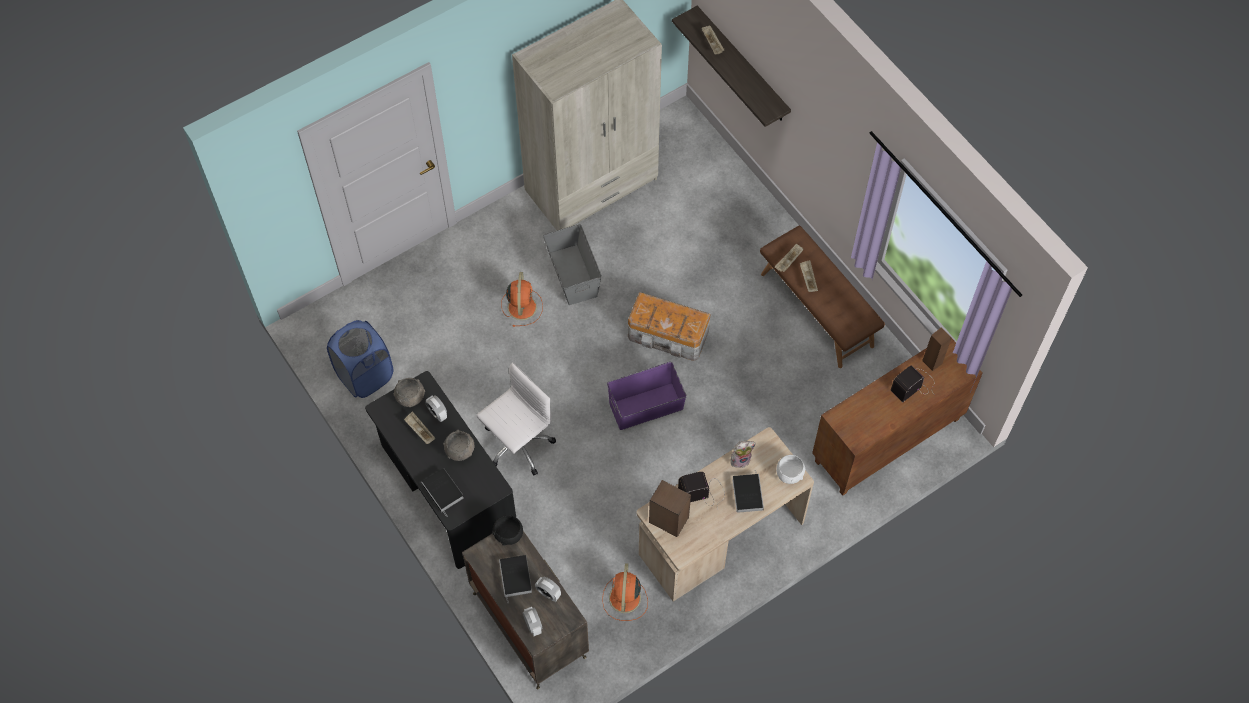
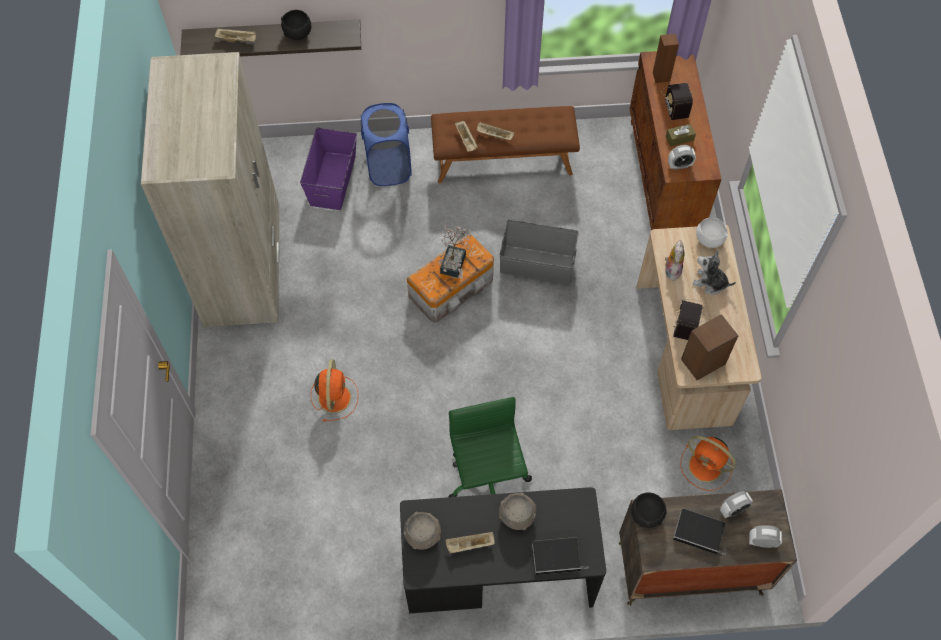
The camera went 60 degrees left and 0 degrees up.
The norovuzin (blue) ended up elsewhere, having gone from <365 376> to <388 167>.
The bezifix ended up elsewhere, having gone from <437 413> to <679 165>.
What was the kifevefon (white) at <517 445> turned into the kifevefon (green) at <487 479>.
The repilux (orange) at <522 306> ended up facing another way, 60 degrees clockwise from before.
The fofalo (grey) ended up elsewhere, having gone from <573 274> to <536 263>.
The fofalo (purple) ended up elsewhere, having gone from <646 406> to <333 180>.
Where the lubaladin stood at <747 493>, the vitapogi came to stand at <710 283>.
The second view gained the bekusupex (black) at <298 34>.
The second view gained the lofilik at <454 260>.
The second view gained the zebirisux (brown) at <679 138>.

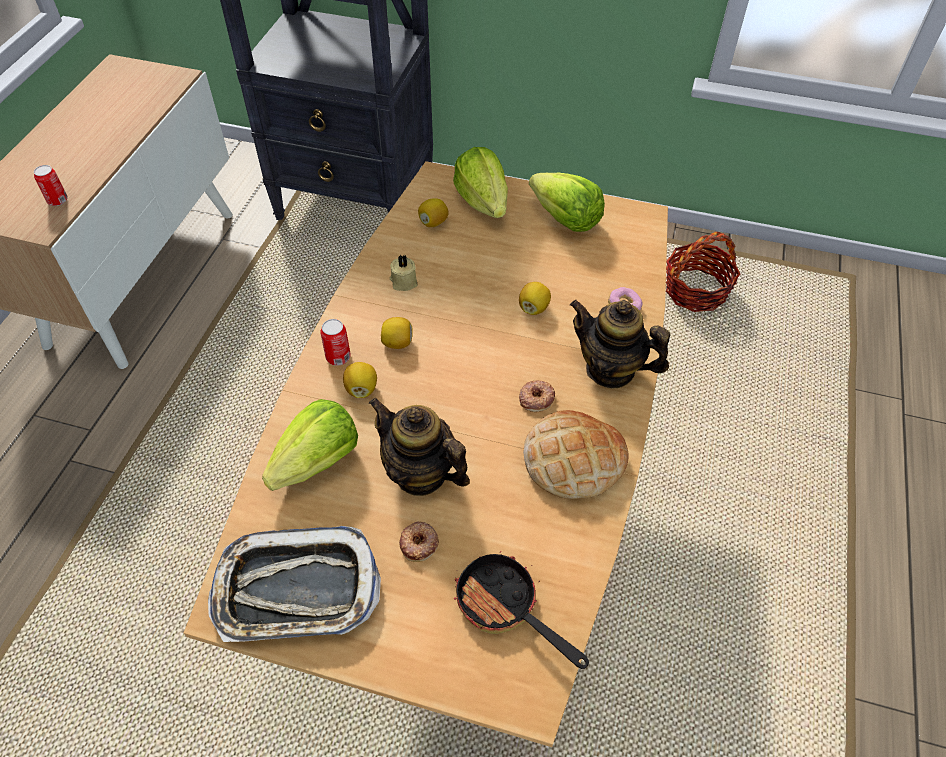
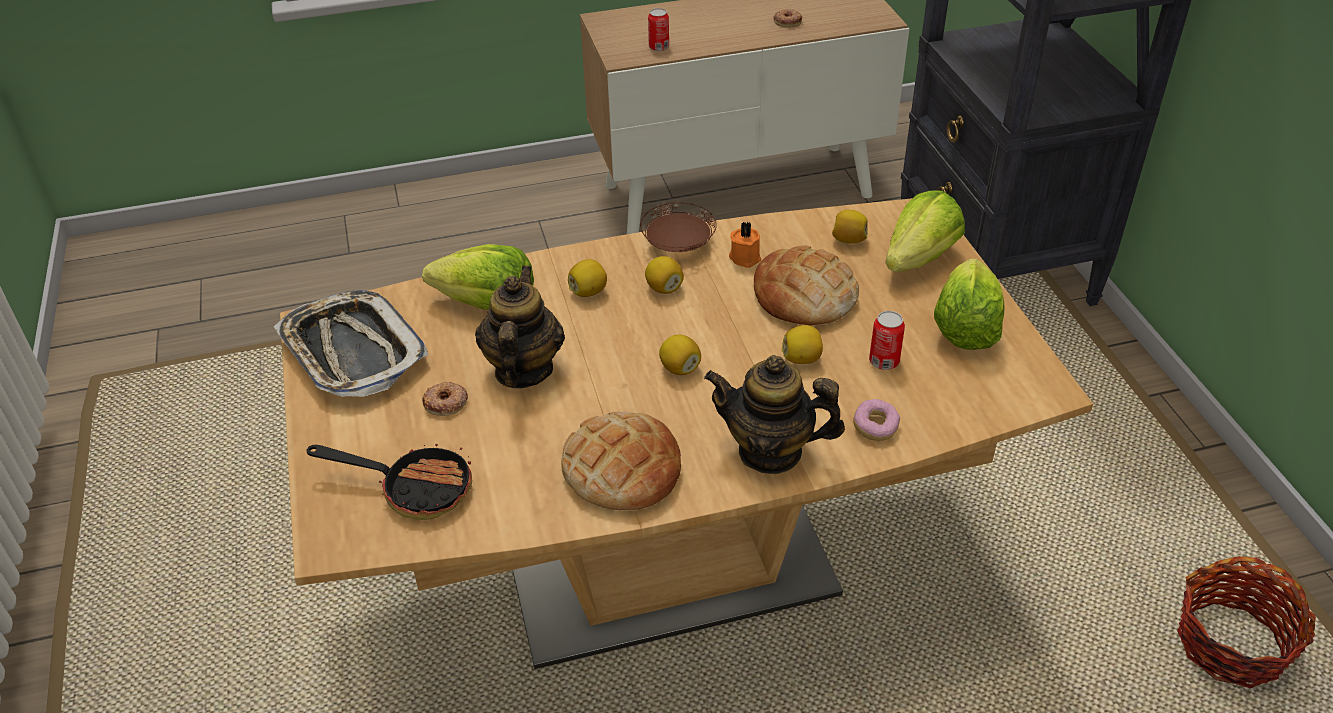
The camera went 60 degrees right and 10 degrees down.
The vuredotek ended up elsewhere, having gone from <338 357> to <884 361>.
What was the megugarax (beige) at <403 282> turned into the megugarax (orange) at <745 257>.
The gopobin at <505 607> ended up facing another way, 90 degrees clockwise from before.
The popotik ended up elsewhere, having gone from <536 398> to <787 21>.
The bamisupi at <610 369> ended up facing another way, 75 degrees counterclockwise from before.
The second view gained the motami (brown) at <678 245>.
The second view gained the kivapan at <679 368>.
The second view gained the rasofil at <804 295>.

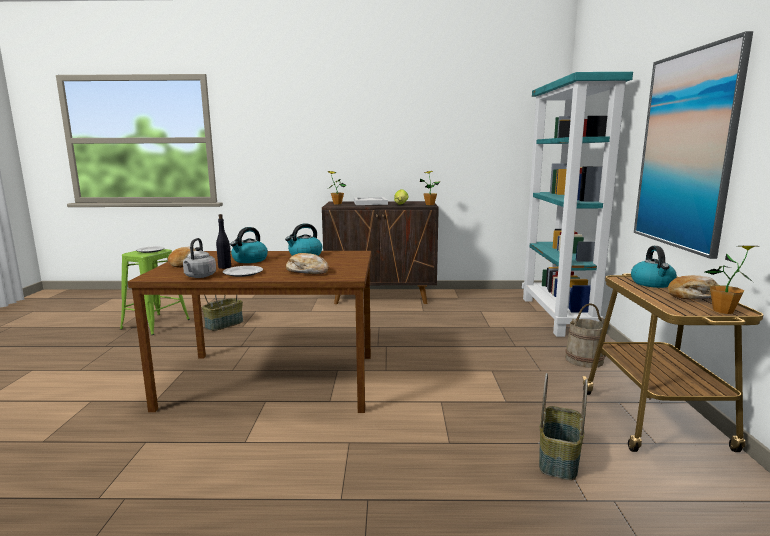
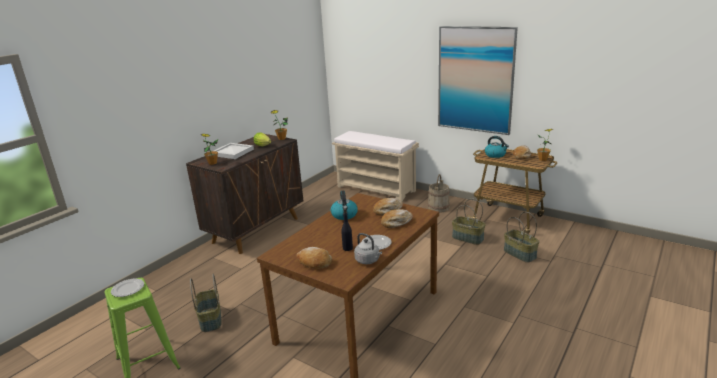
The camera went 55 degrees left and 10 degrees up.
The second view lost the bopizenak at <249 260>.
Where the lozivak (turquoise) stood at <558 316>, the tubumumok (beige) came to stand at <377 189>.
The second view gained the rasofil at <387 210>.
The second view gained the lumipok at <467 238>.

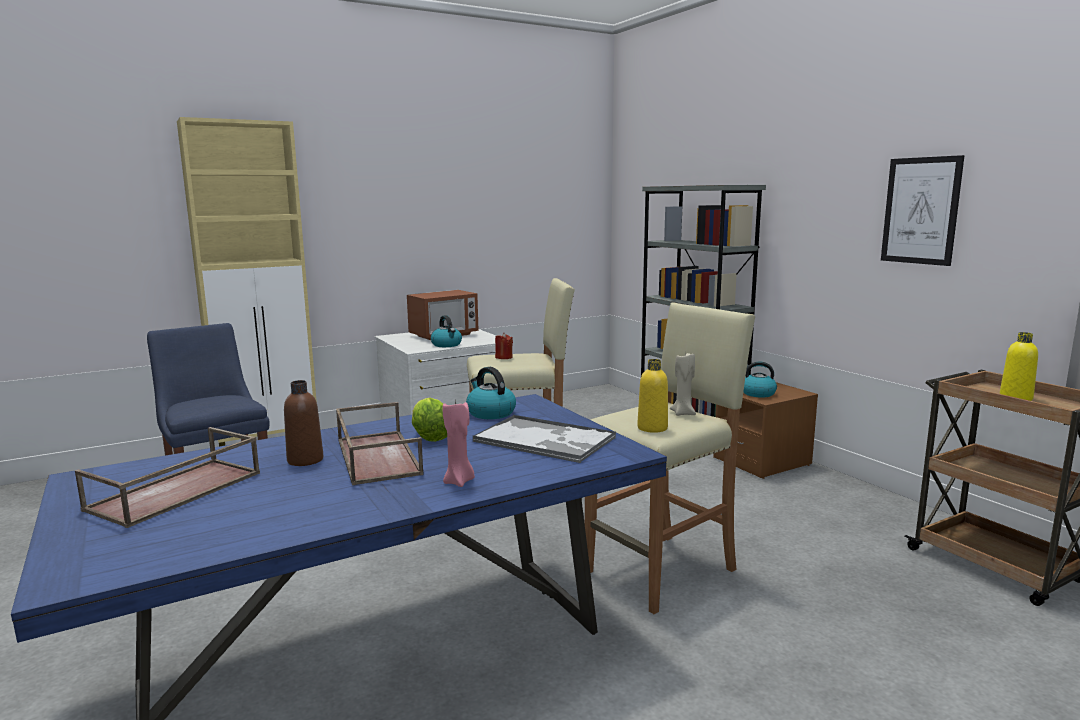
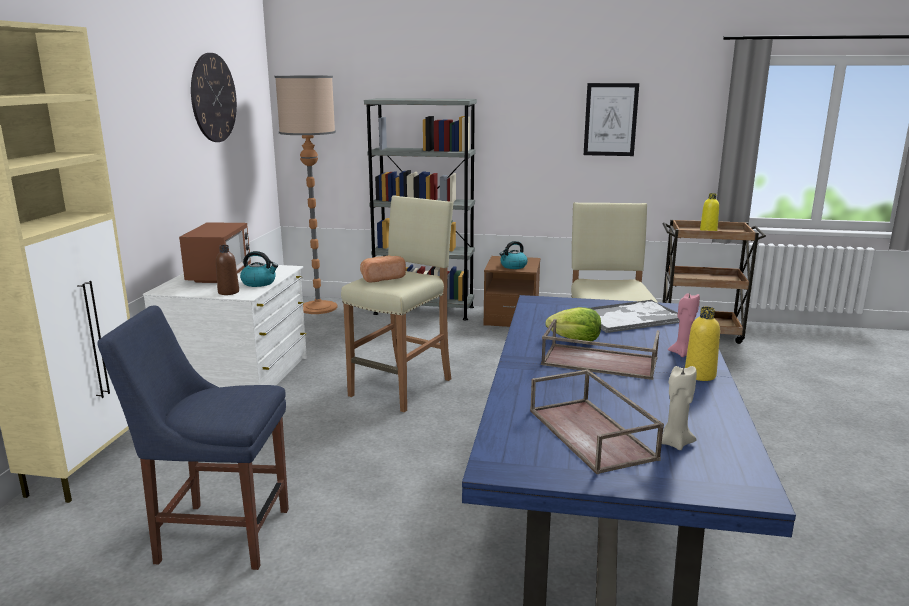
The camera went 50 degrees left and 5 degrees up.
The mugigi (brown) ended up elsewhere, having gone from <305 460> to <228 292>.
The second view lost the bopizenak at <490 413>.
Where the megugarax (red) stood at <503 357>, the rasofil came to stand at <381 278>.
The mugigi (yellow) ended up elsewhere, having gone from <652 428> to <700 375>.
The megugarax (beige) ended up elsewhere, having gone from <683 413> to <674 443>.
The second view gained the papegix at <213 98>.
The second view gained the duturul at <318 308>.

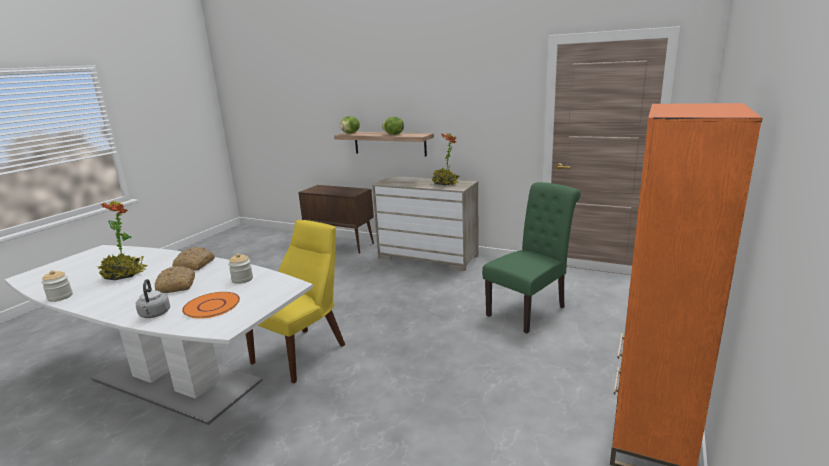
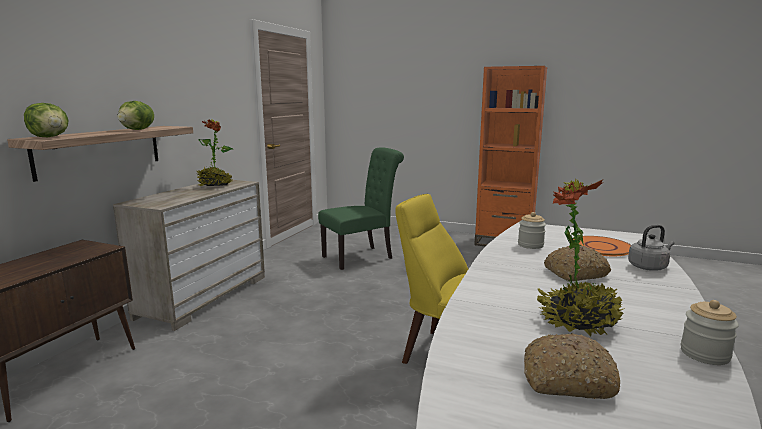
The camera went 95 degrees left and 5 degrees down.
The rasofil ended up elsewhere, having gone from <195 265> to <566 380>.
The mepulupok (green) at <530 309> ended up facing another way, 105 degrees clockwise from before.

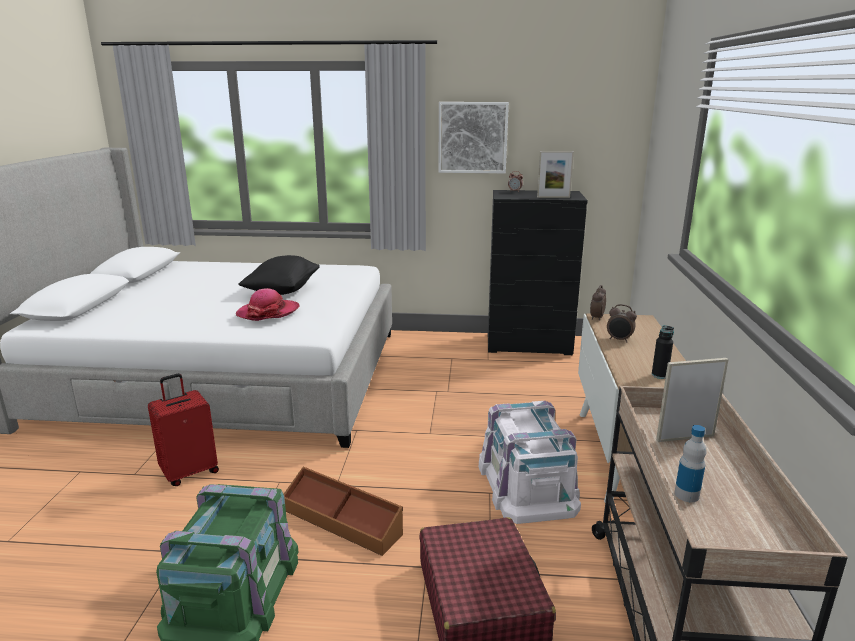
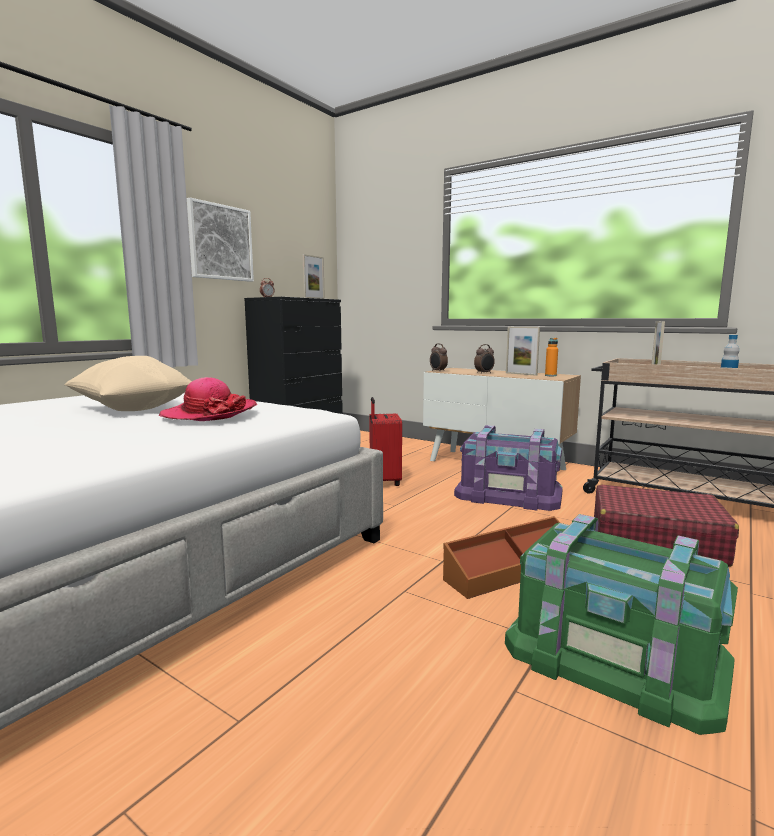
The camera went 60 degrees left and 10 degrees down.
The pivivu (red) ended up elsewhere, having gone from <189 472> to <383 482>.
What was the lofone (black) at <282 291> turned into the lofone (beige) at <133 409>.
What was the fofalo (white) at <527 483> turned into the fofalo (purple) at <508 494>.
What was the mugigi (black) at <659 375> turned into the mugigi (orange) at <550 375>.
The second view gained the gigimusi at <521 374>.

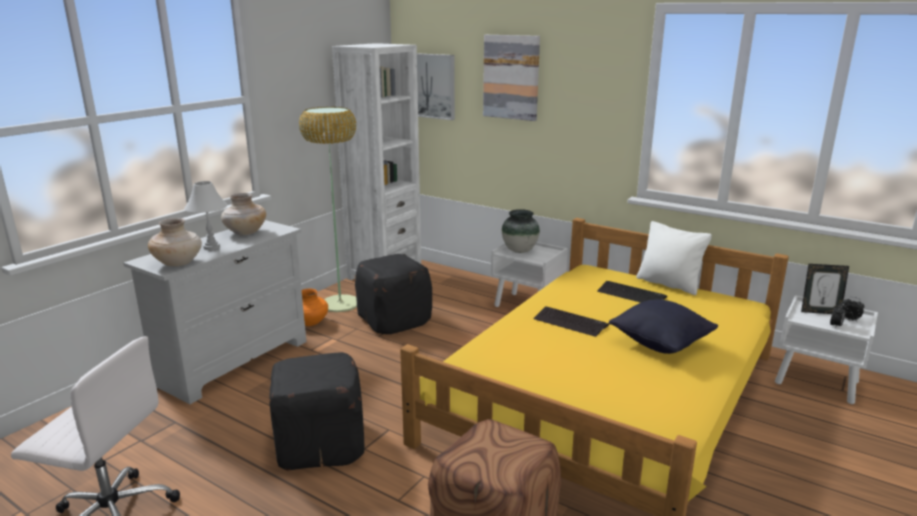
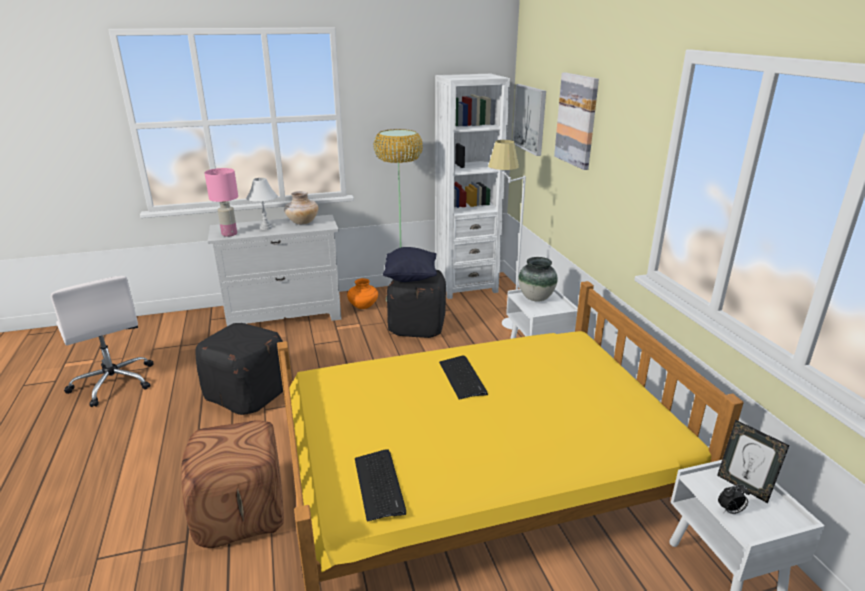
The camera went 40 degrees right and 5 degrees up.
Where the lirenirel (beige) stood at <178 263>, the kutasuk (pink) came to stand at <230 234>.
The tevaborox ended up elsewhere, having gone from <631 294> to <379 485>.
The lofone (black) ended up elsewhere, having gone from <660 344> to <411 278>.
The second view lost the lofone (white) at <669 284>.
The second view lost the bezifix at <849 320>.
The second view gained the duturul (white) at <503 320>.

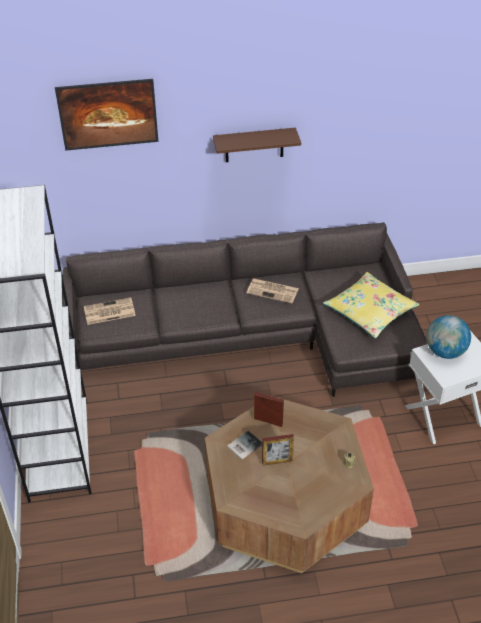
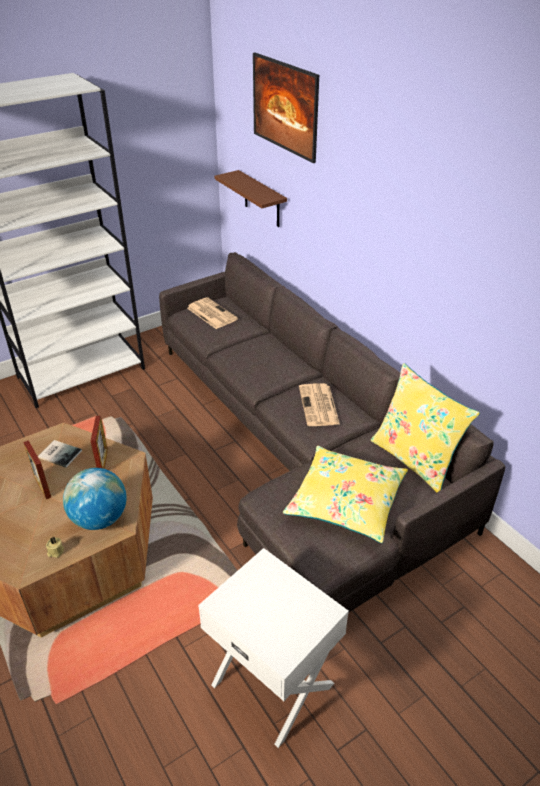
The camera went 65 degrees right and 5 degrees down.
The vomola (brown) ended up elsewhere, having gone from <254 145> to <262 199>.
The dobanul ended up elsewhere, having gone from <445 352> to <99 518>.
The second view gained the lofone (yellow) at <415 459>.

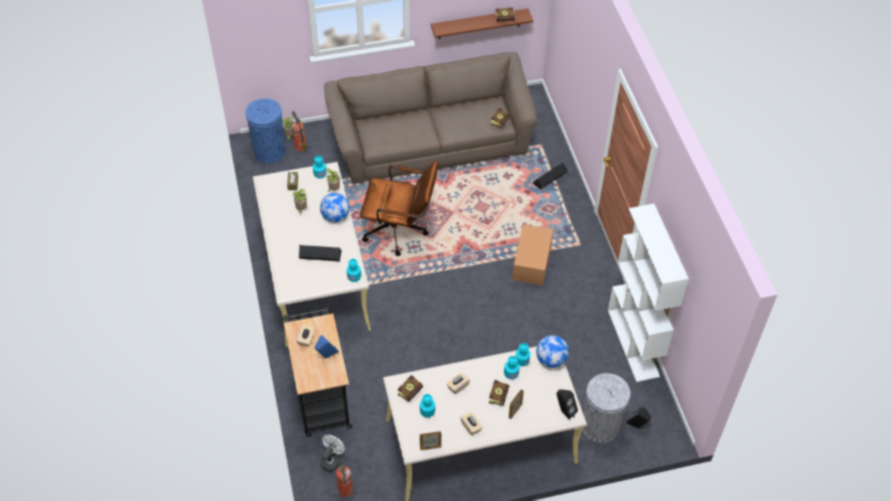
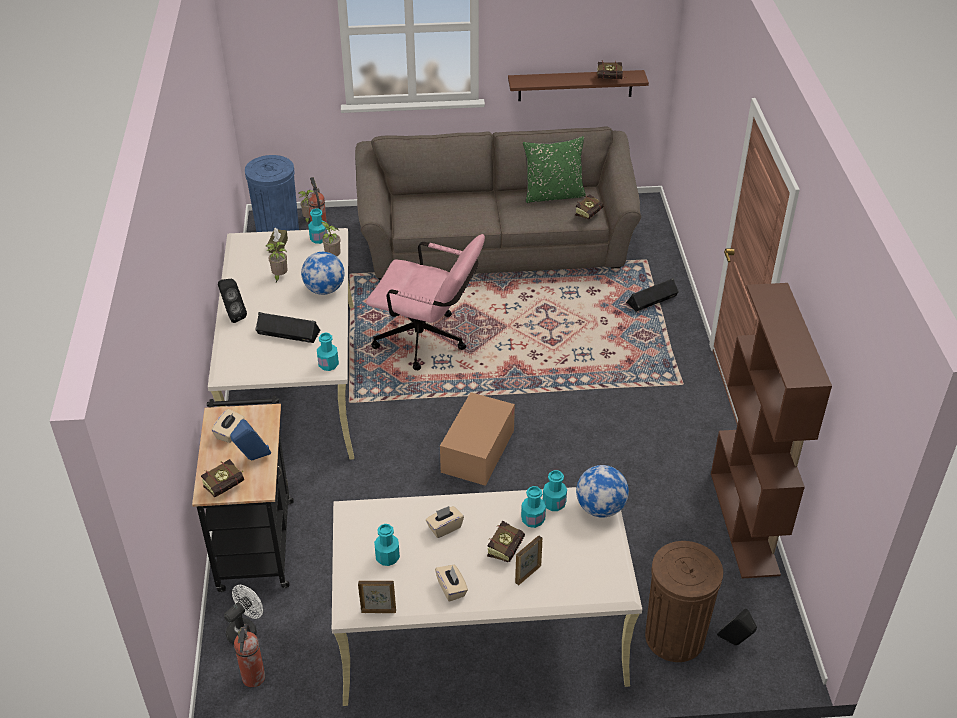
The camera went 10 degrees right and 10 degrees down.
What was the kifevefon (brown) at <400 231> turned into the kifevefon (pink) at <428 341>.
The lubaladin ended up elsewhere, having gone from <412 391> to <228 485>.
The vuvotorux ended up elsewhere, having gone from <532 262> to <478 451>.
The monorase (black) ended up elsewhere, having gone from <564 411> to <233 316>.
What was the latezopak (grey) at <600 427> turned into the latezopak (brown) at <674 637>.
What was the lozivak (white) at <633 343> turned into the lozivak (brown) at <745 523>.
The second view gained the lofone (green) at <553 195>.

